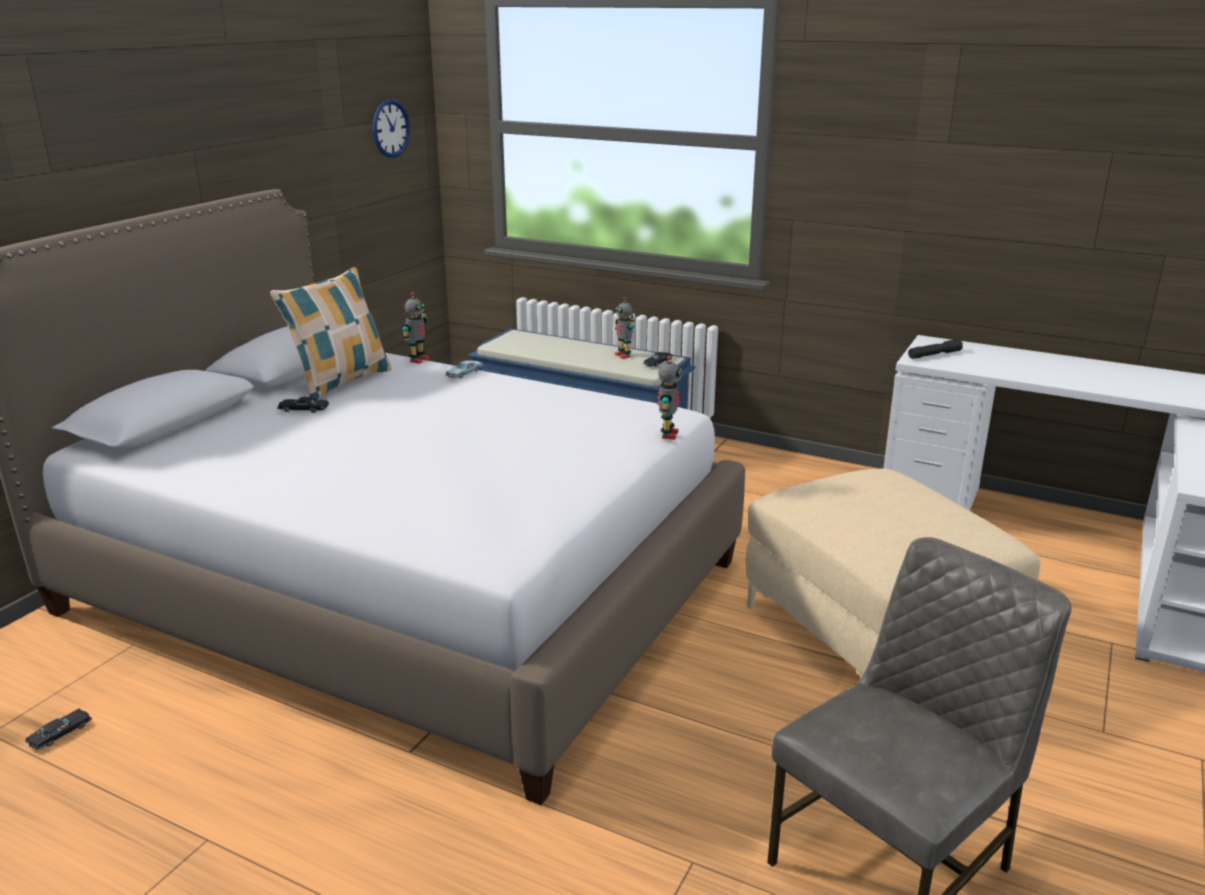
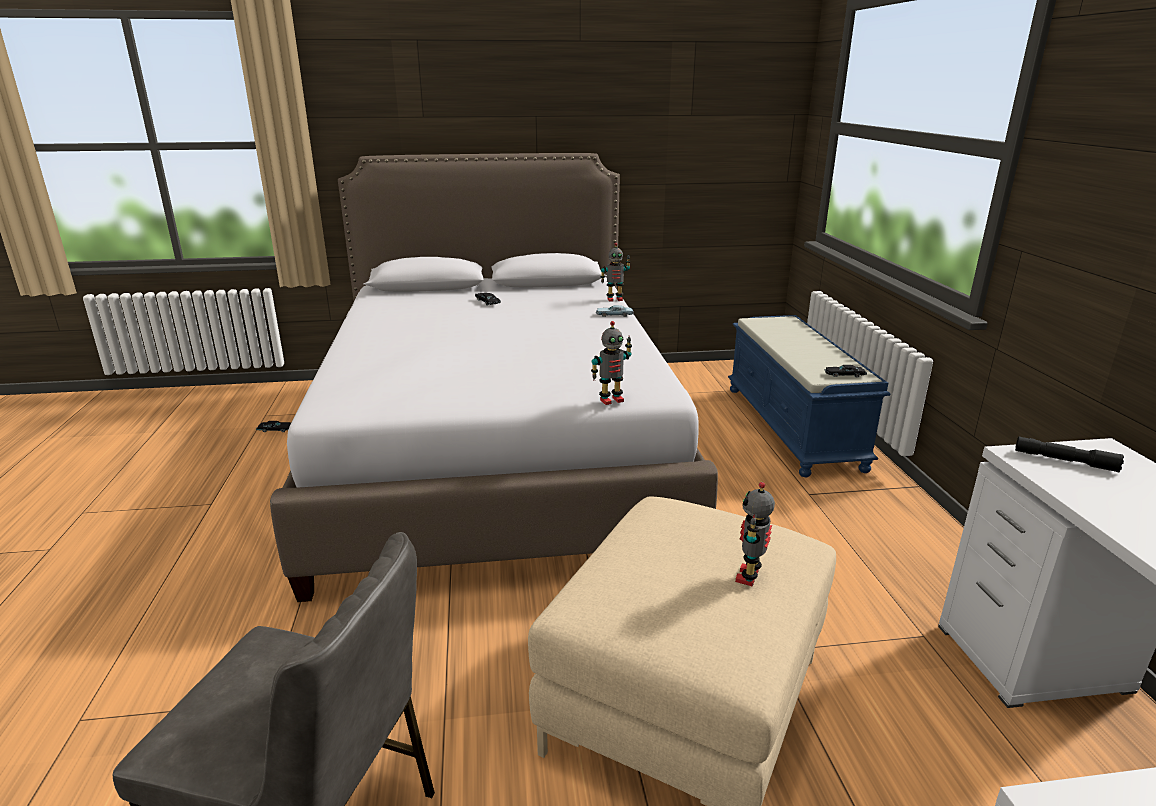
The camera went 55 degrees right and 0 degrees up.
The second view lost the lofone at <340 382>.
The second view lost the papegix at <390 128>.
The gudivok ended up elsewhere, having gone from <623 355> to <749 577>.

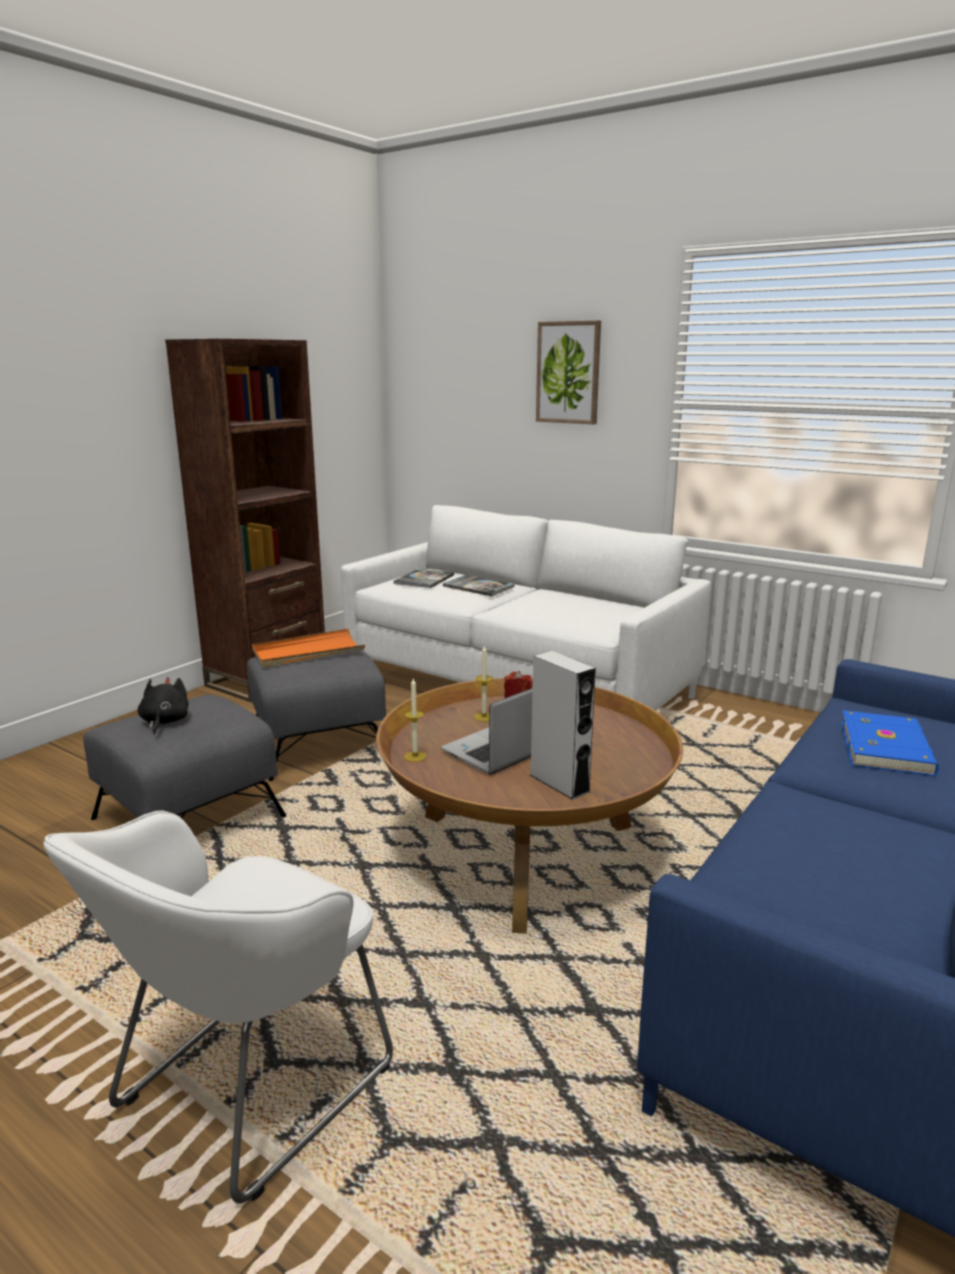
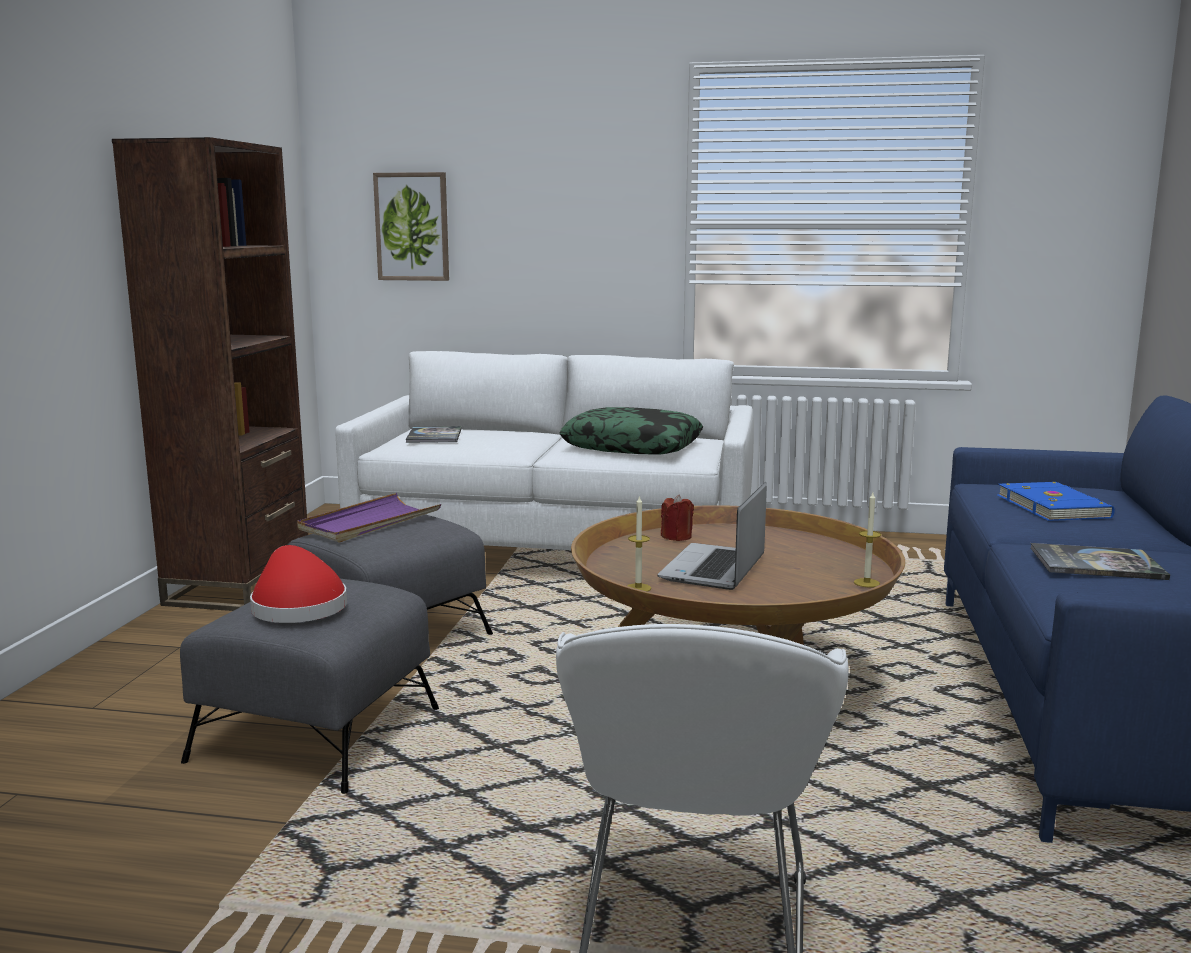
The camera went 25 degrees left and 5 degrees down.
Where the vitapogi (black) stood at <164 722>, the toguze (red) came to stand at <297 606>.
What was the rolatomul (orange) at <307 652> turned into the rolatomul (purple) at <369 523>.
The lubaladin ended up elsewhere, having gone from <478 587> to <1096 564>.
The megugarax ended up elsewhere, having gone from <484 717> to <866 583>.
The second view lost the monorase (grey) at <559 783>.
The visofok ended up elsewhere, having gone from <568 372> to <412 227>.
The second view gained the lofone at <632 446>.

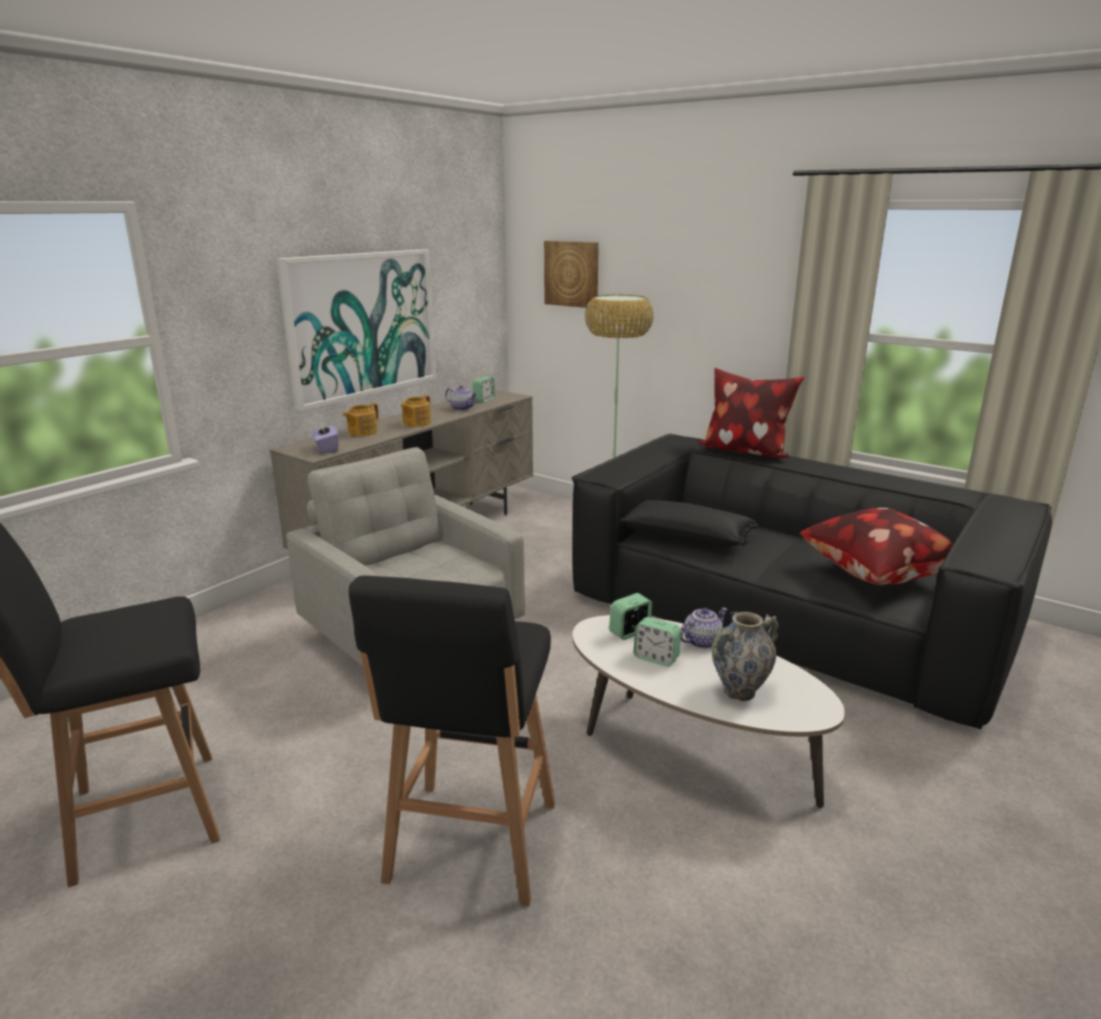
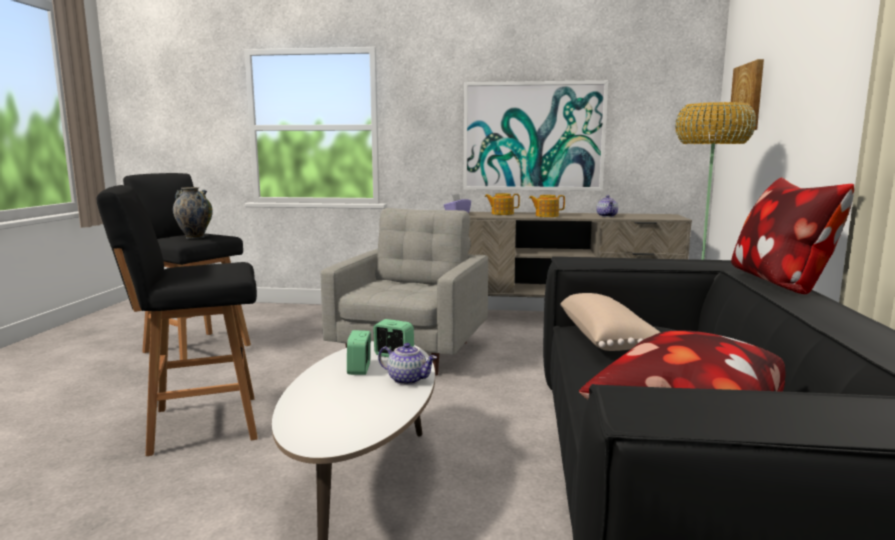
The camera went 60 degrees right and 10 degrees down.
The second view lost the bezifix at <484 400>.
What was the lofone (black) at <687 537> turned into the lofone (beige) at <607 339>.
The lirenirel ended up elsewhere, having gone from <739 692> to <195 237>.

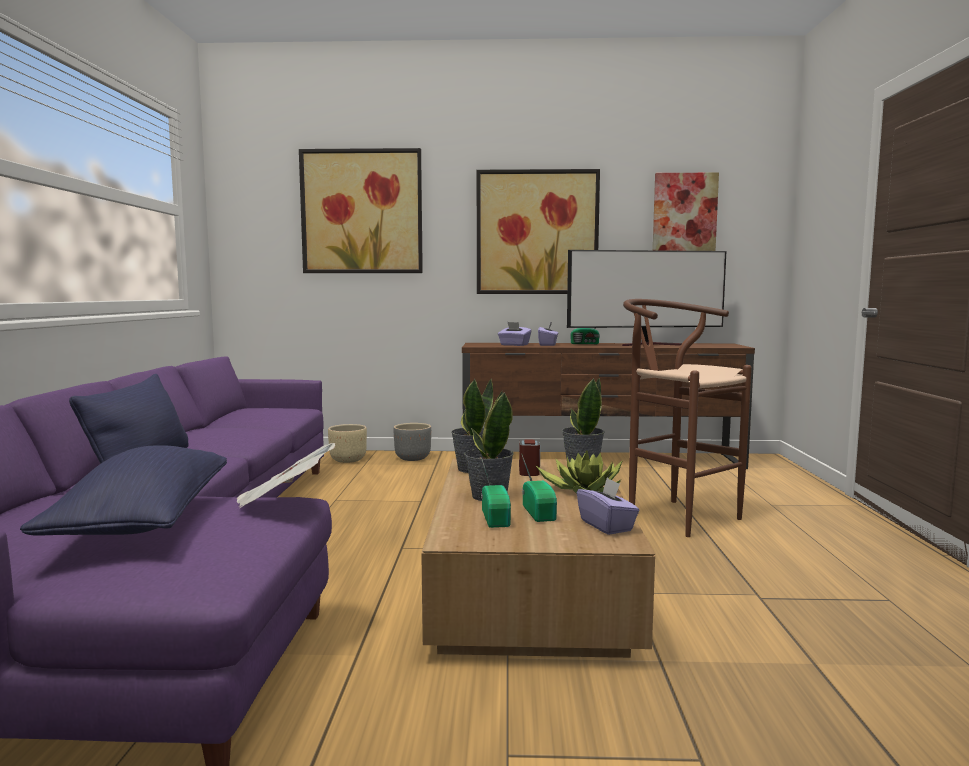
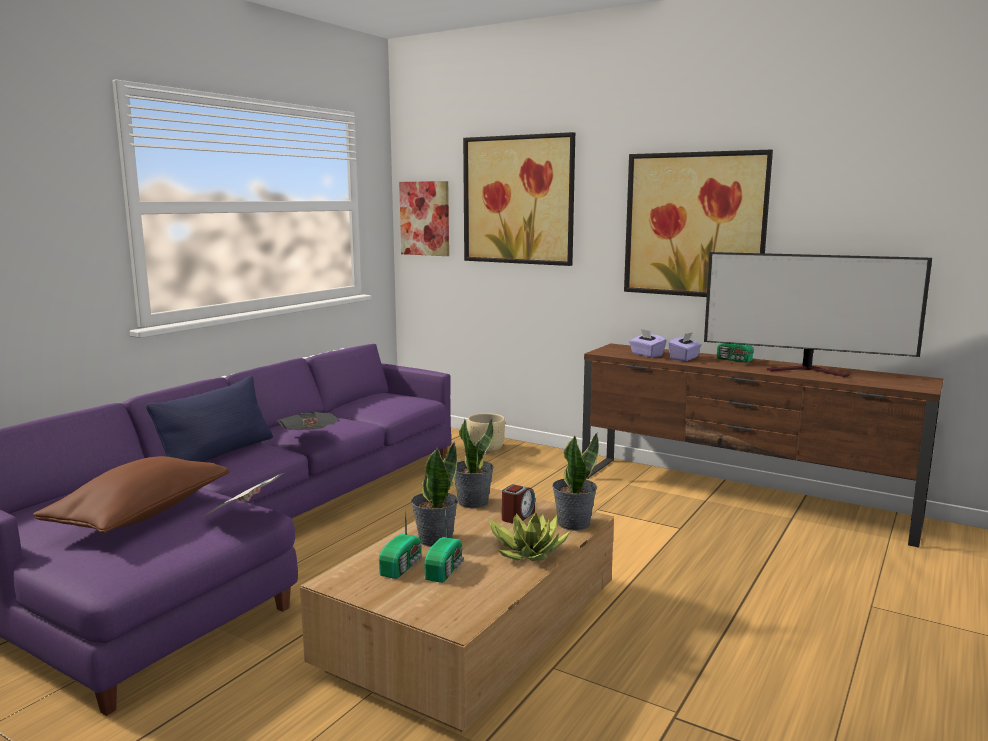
The camera went 30 degrees right and 5 degrees up.
What was the lofone (blue) at <143 522> turned into the lofone (brown) at <141 514>.
The second view lost the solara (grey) at <412 458>.
The second view lost the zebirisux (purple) at <607 526>.
The second view lost the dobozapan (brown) at <674 514>.
The visofok ended up elsewhere, having gone from <684 213> to <425 218>.
The second view gained the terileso at <310 438>.

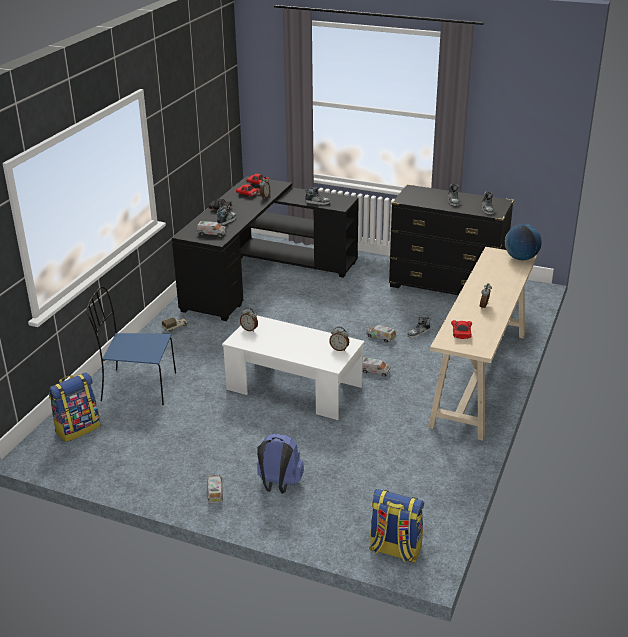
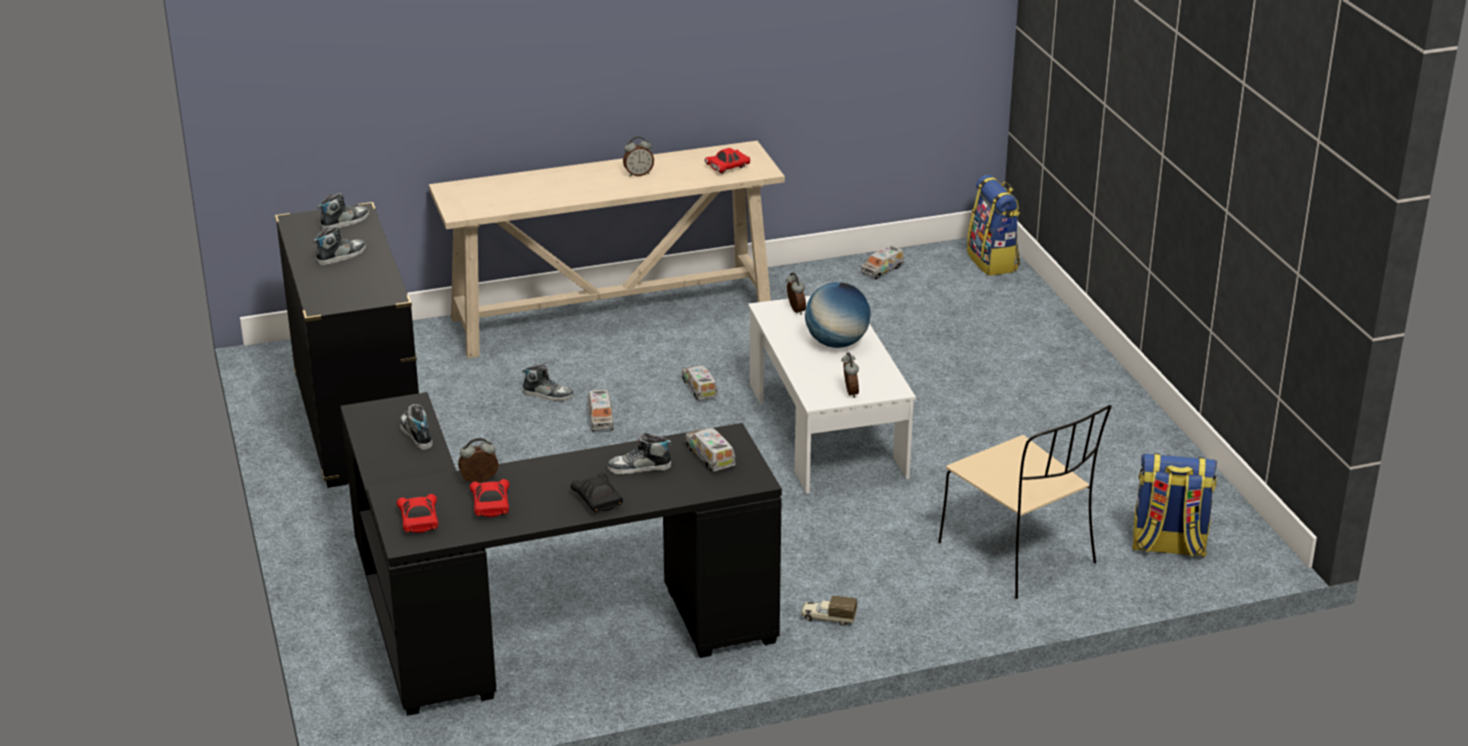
The camera went 130 degrees left and 0 degrees up.
What was the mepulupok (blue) at <137 387> turned into the mepulupok (beige) at <1020 555>.
The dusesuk ended up elsewhere, having gone from <215 492> to <882 270>.
The second view lost the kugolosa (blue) at <279 485>.
The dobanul ended up elsewhere, having gone from <521 258> to <836 343>.

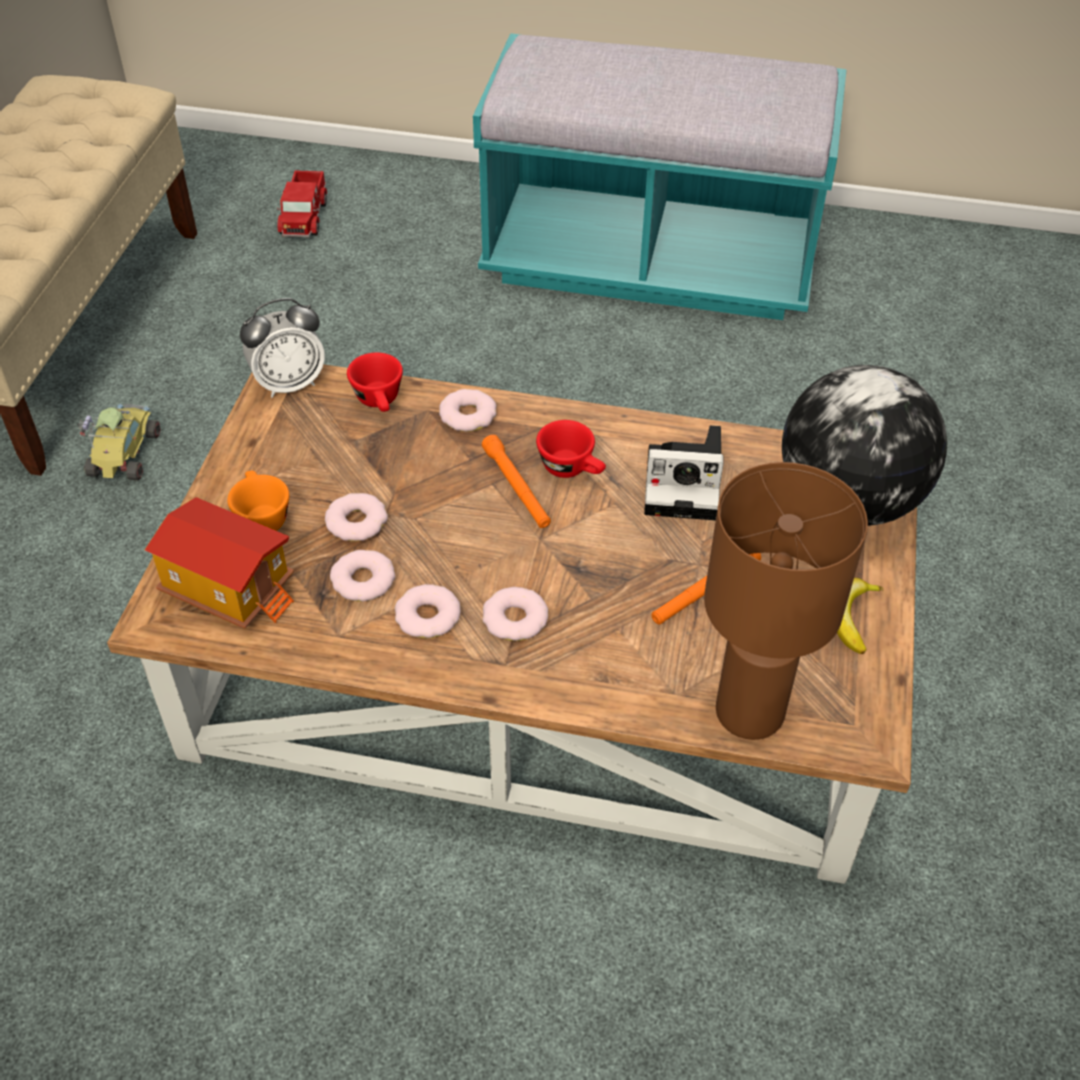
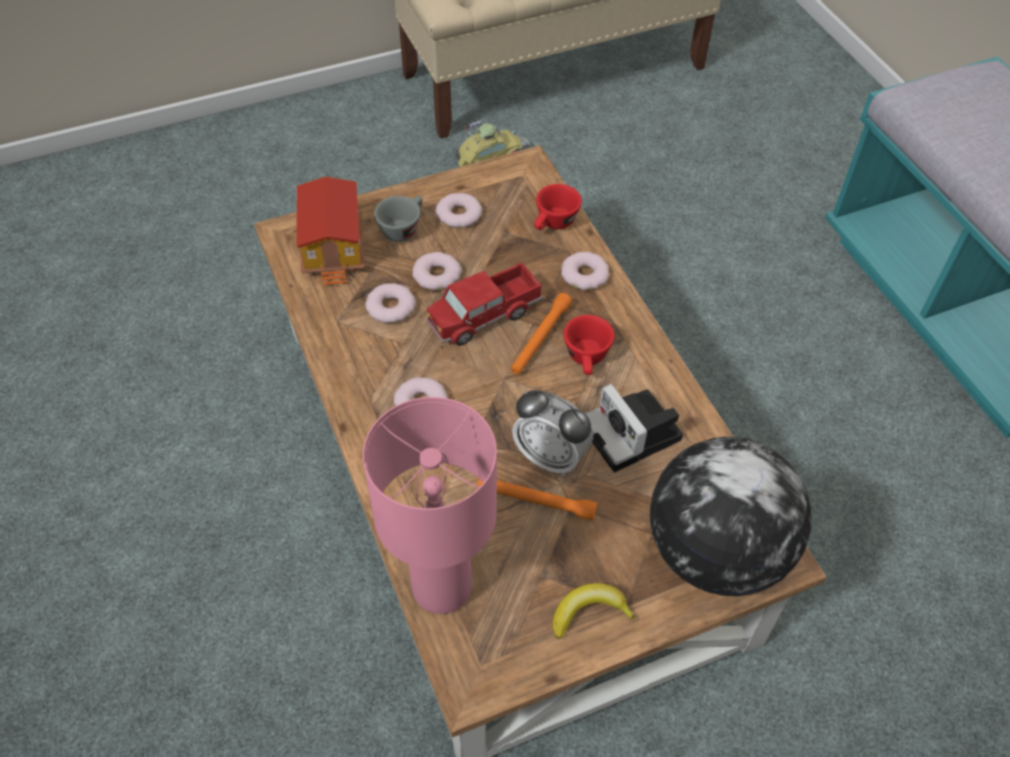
The camera went 55 degrees right and 5 degrees up.
What was the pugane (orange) at <260 516> turned into the pugane (grey) at <403 228>.
The bezifix ended up elsewhere, having gone from <289 384> to <550 456>.
The dusesuk ended up elsewhere, having gone from <304 216> to <484 315>.
The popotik ended up elsewhere, having gone from <428 617> to <458 214>.
What was the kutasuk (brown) at <747 711> turned into the kutasuk (pink) at <441 585>.

